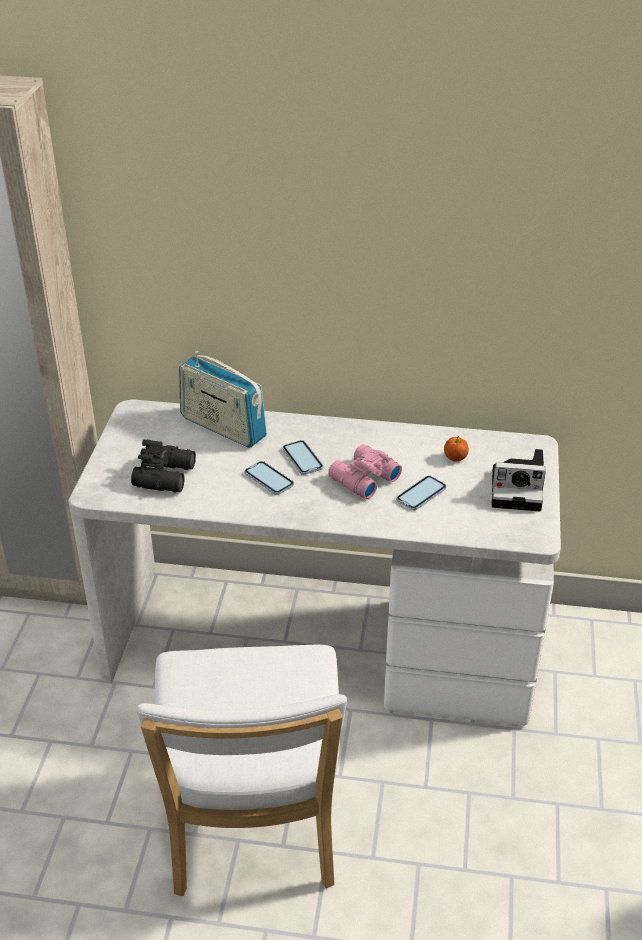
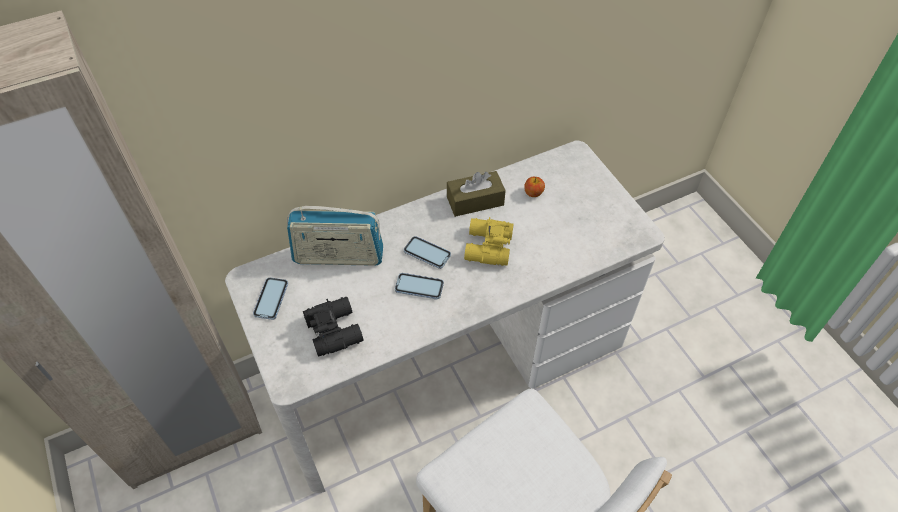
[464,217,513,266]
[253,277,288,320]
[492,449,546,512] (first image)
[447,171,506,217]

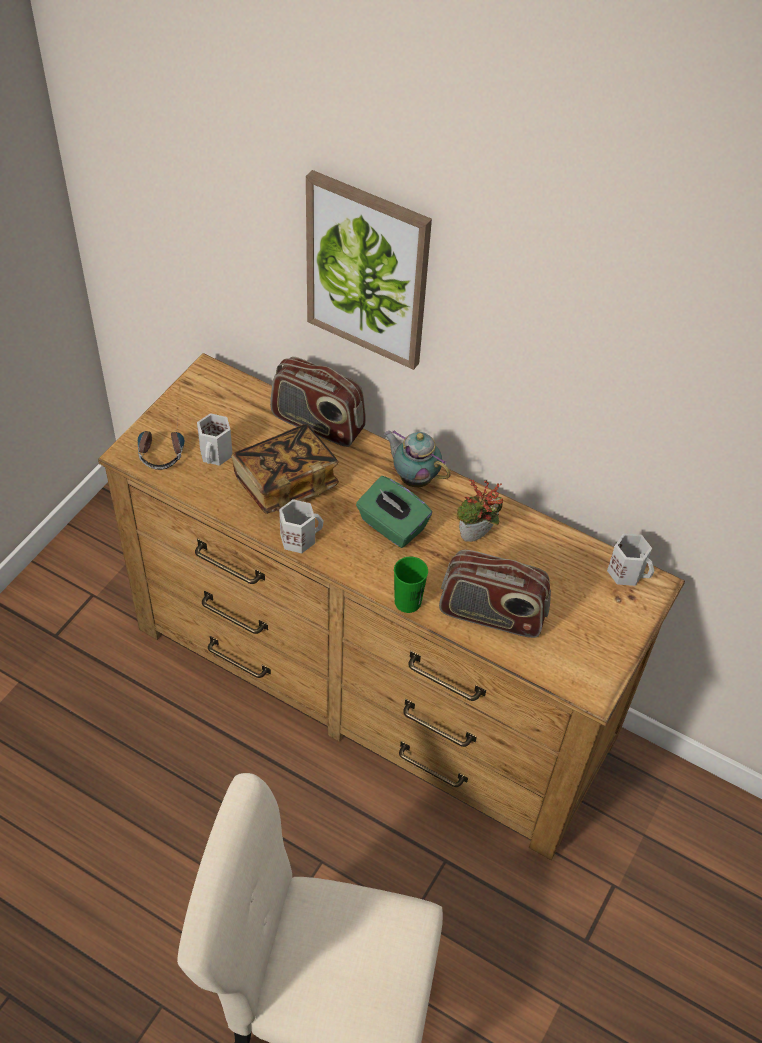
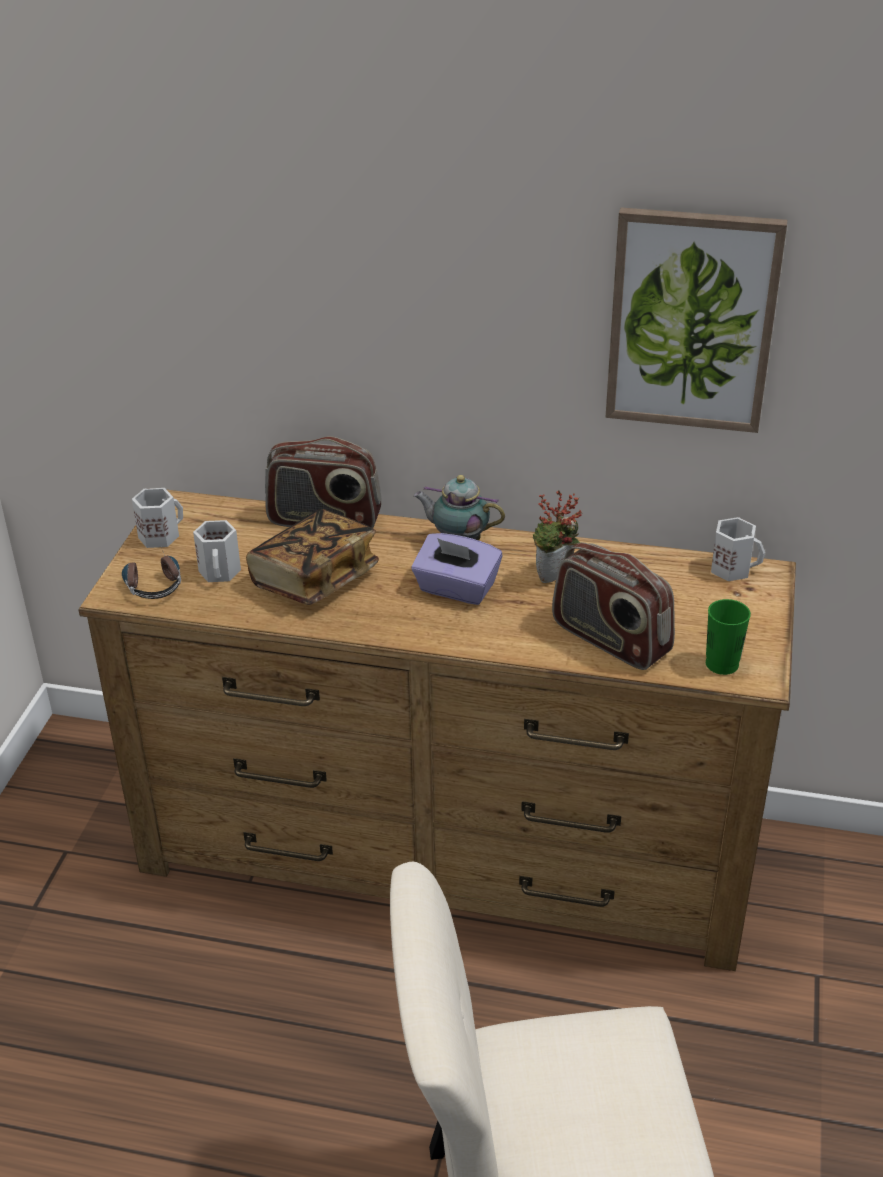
[132,488,183,548]
[606,207,787,433]
[411,533,503,605]
[706,599,751,675]
[552,542,675,670]

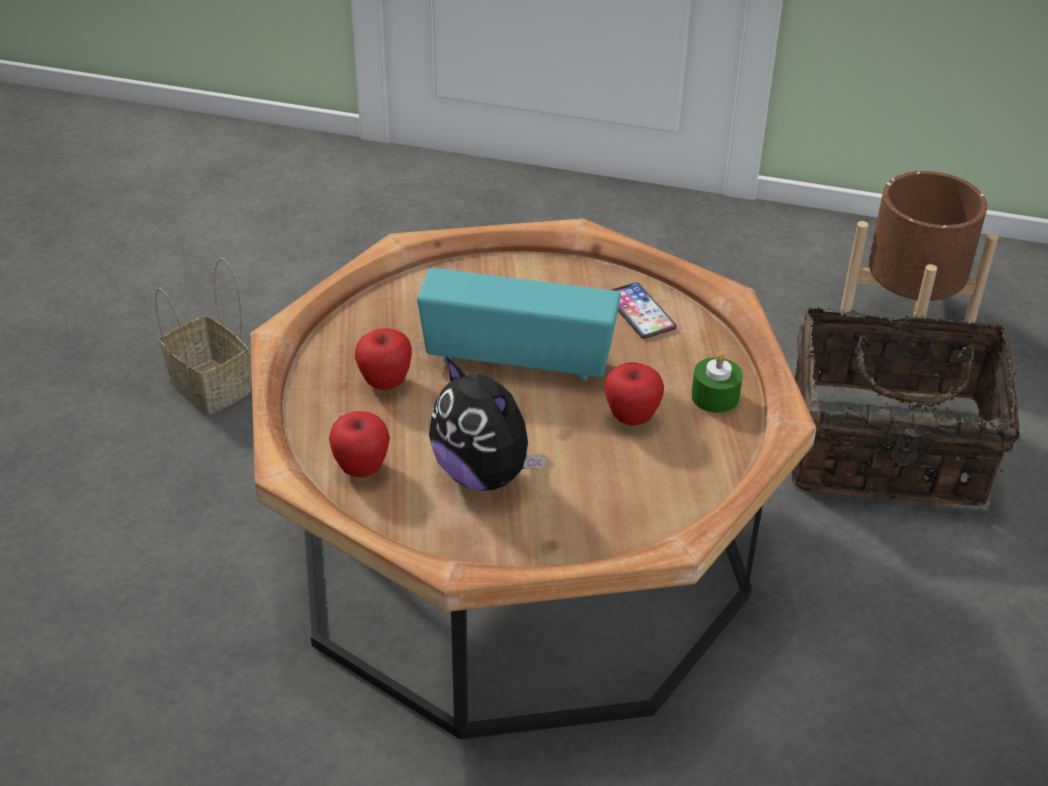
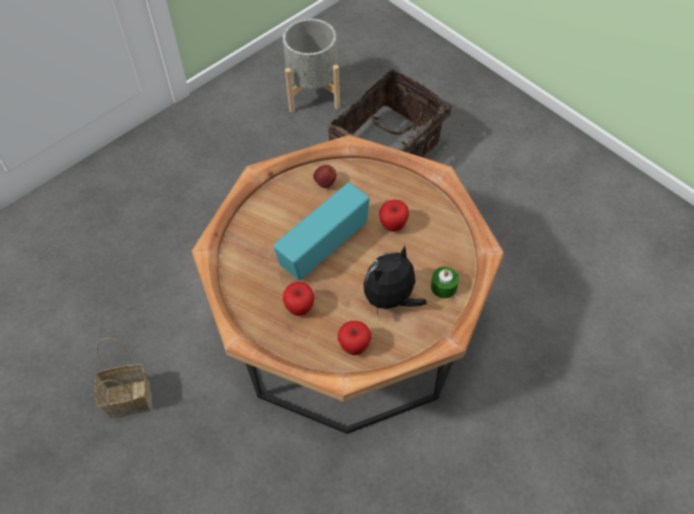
[363,245,427,317]
[313,165,336,188]
[431,267,459,298]
[283,19,340,112]

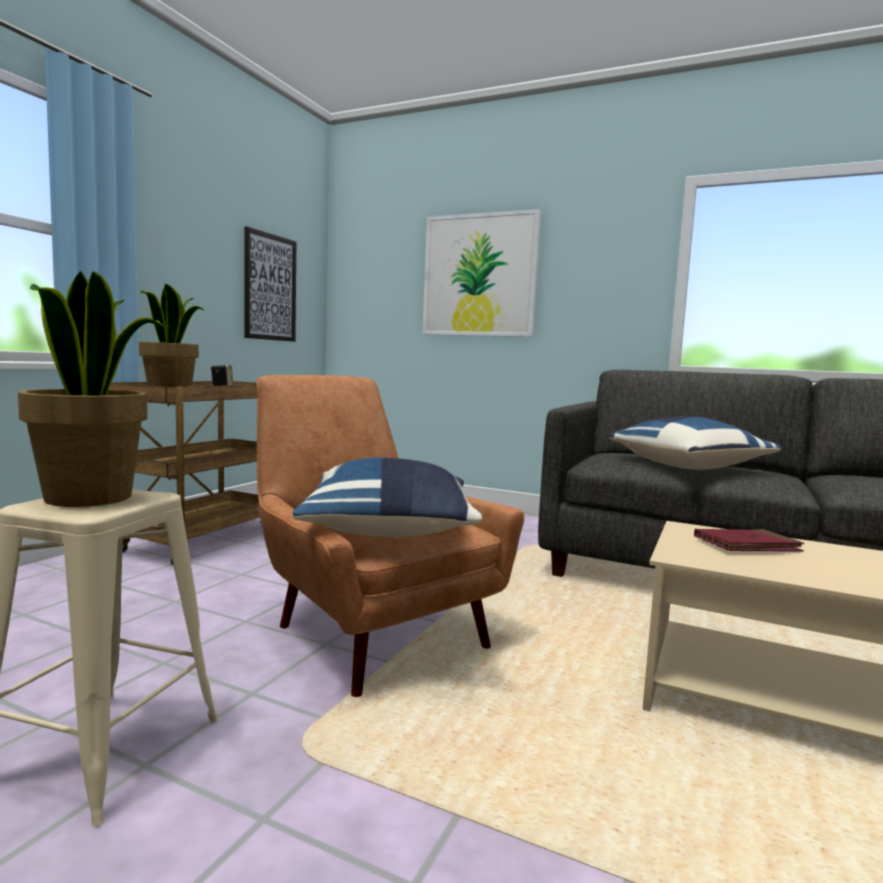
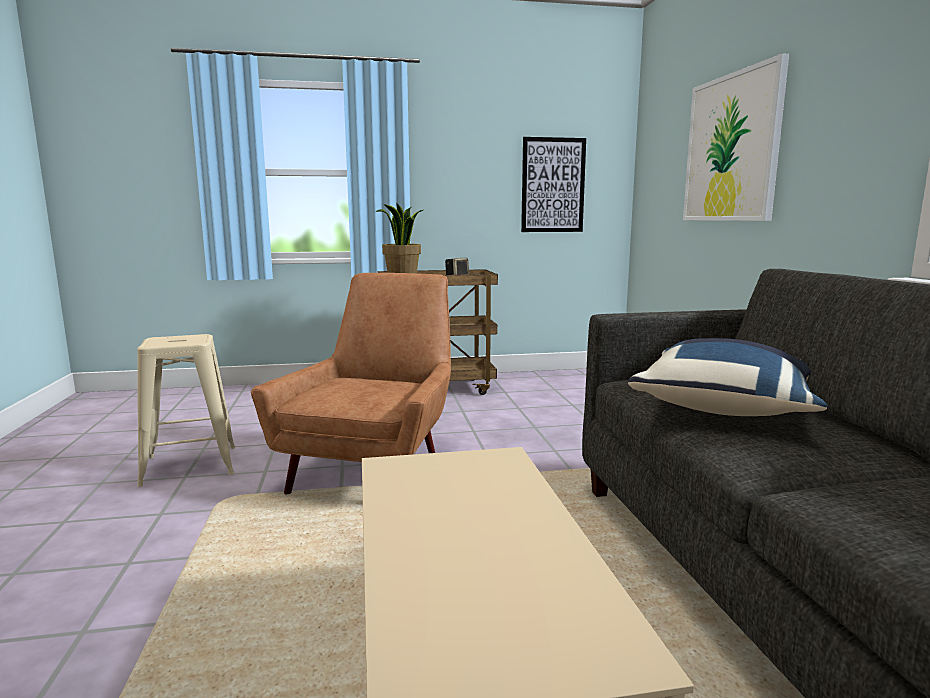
[18,271,164,507] (first image)
[292,458,482,537] (first image)
[694,529,804,552] (first image)

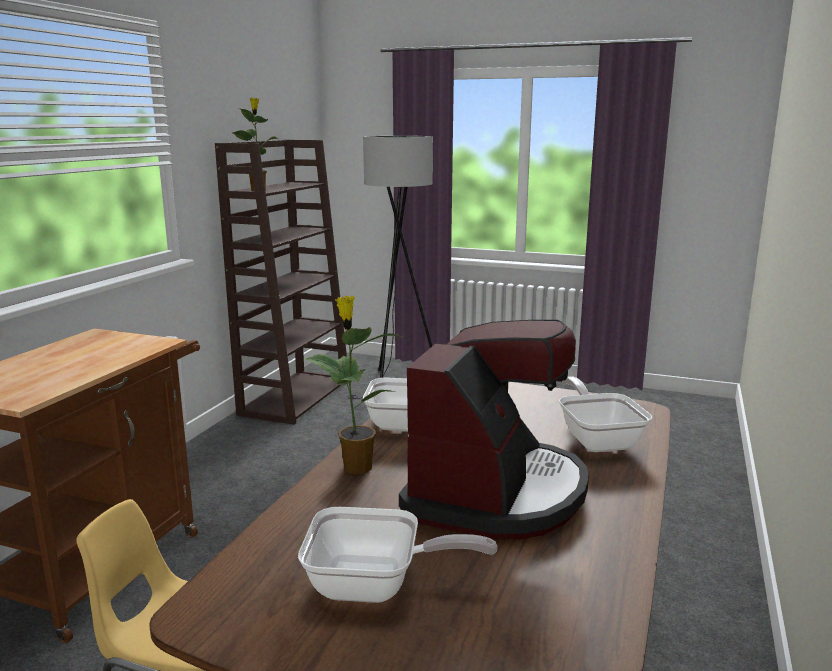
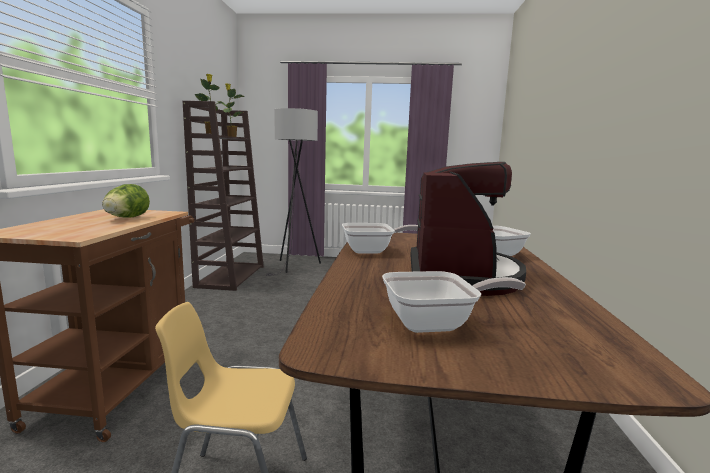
[218,83,244,137]
[102,184,150,218]

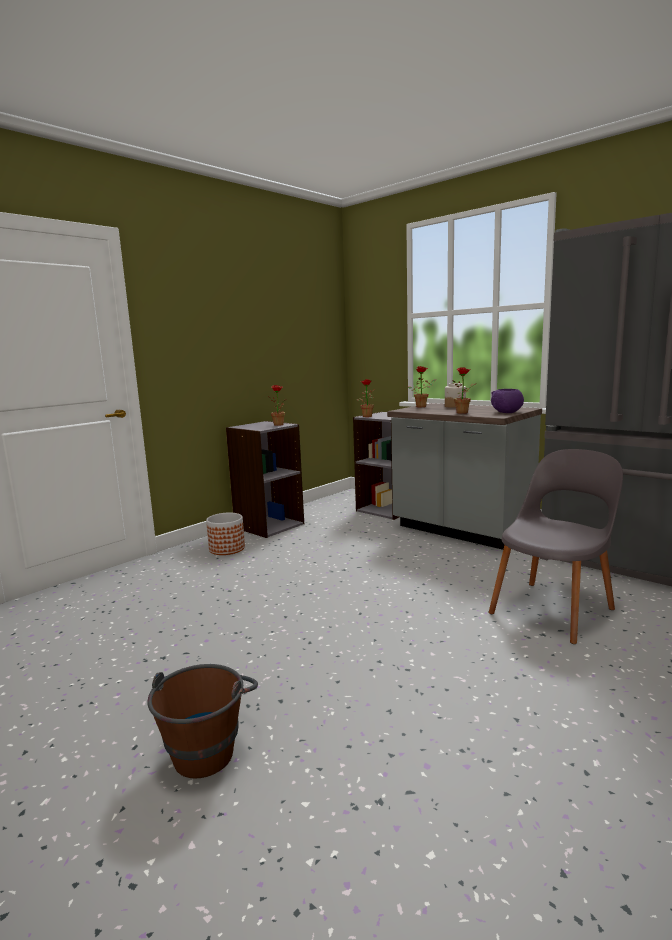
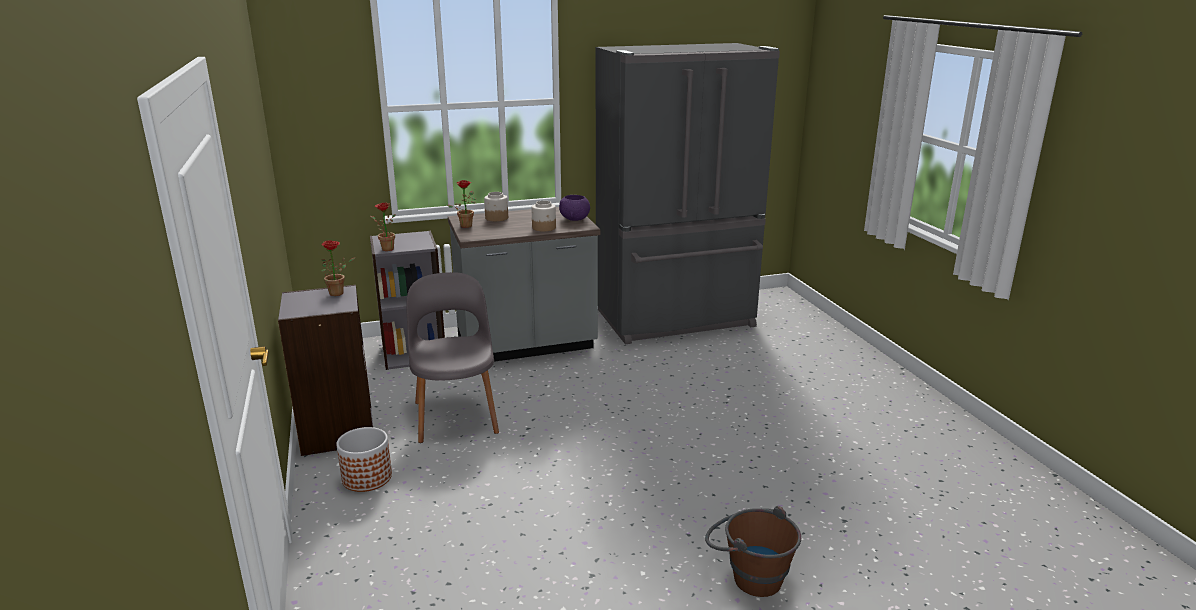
[531,201,556,231]
[406,272,499,443]

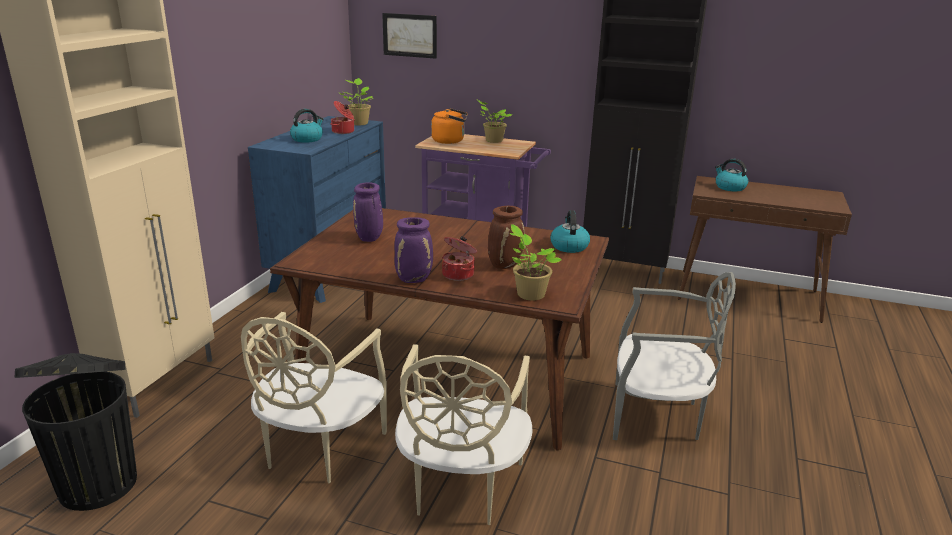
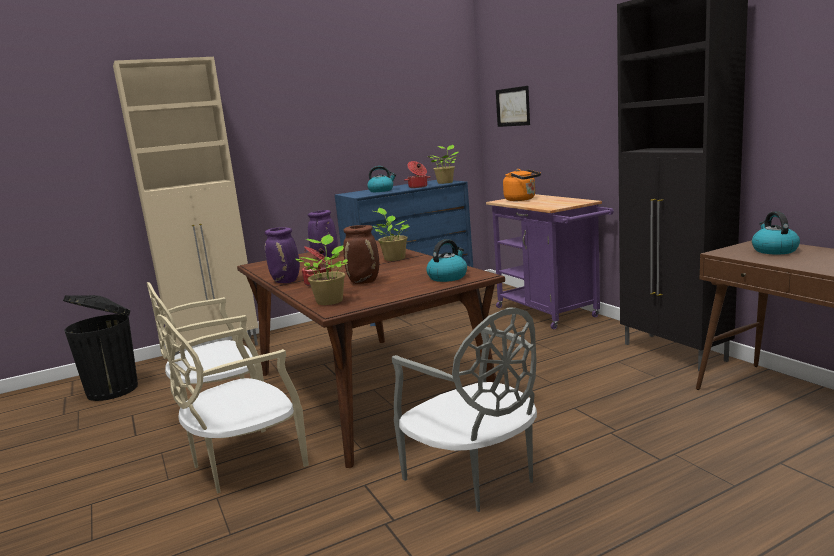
[372,208,410,261]

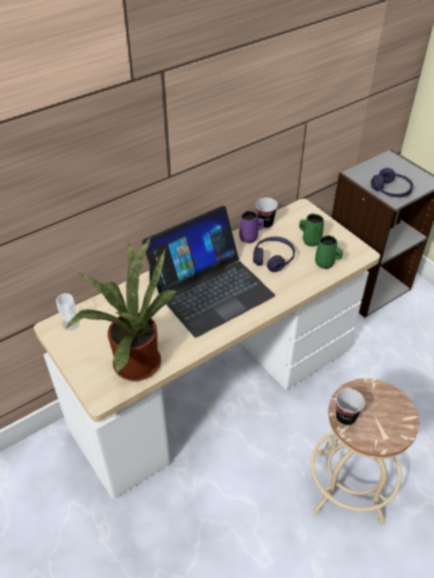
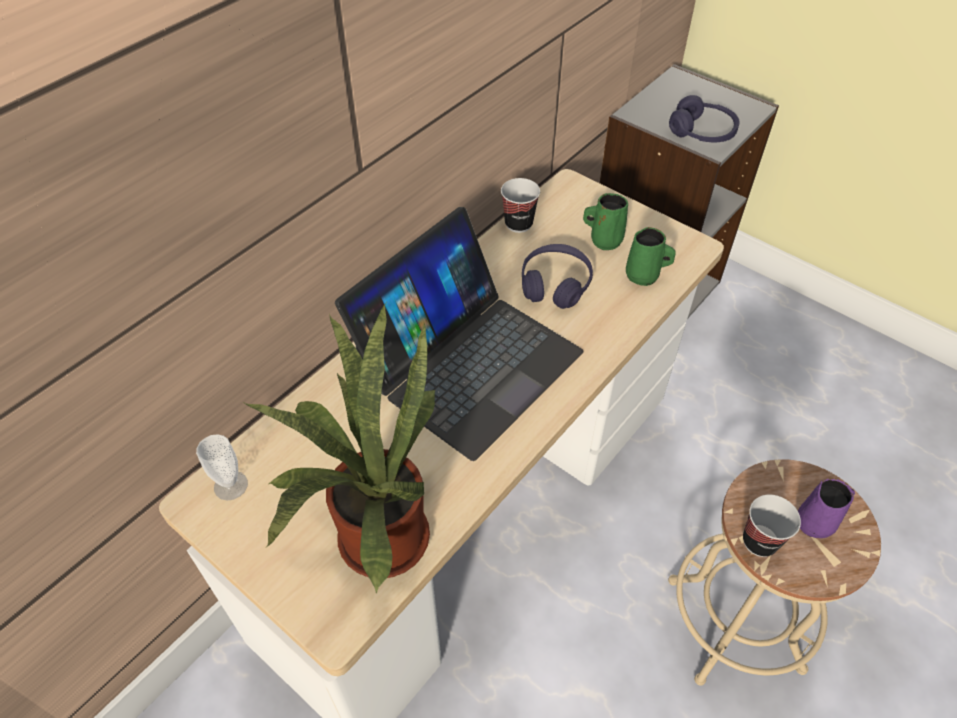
[798,478,855,538]

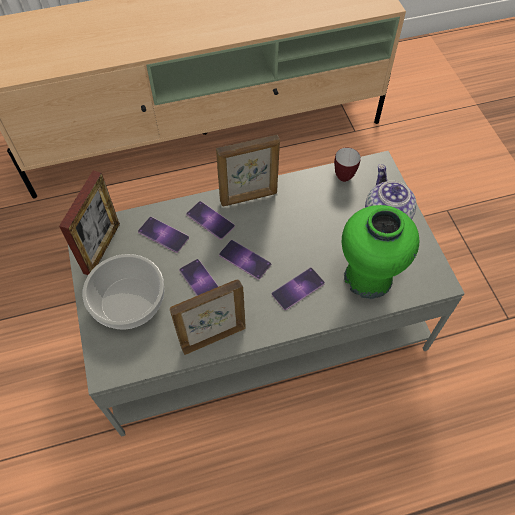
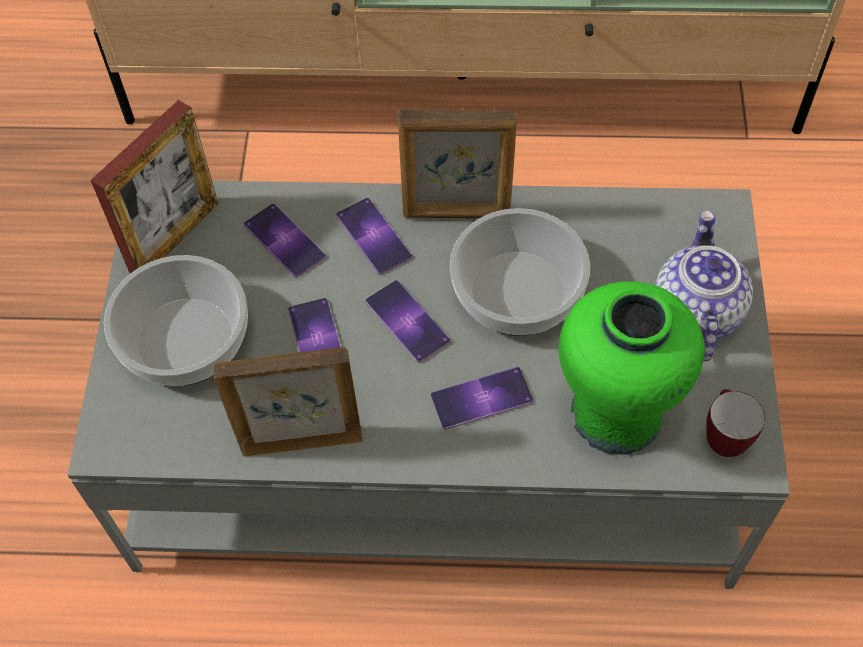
[706,389,765,457]
[450,208,590,336]

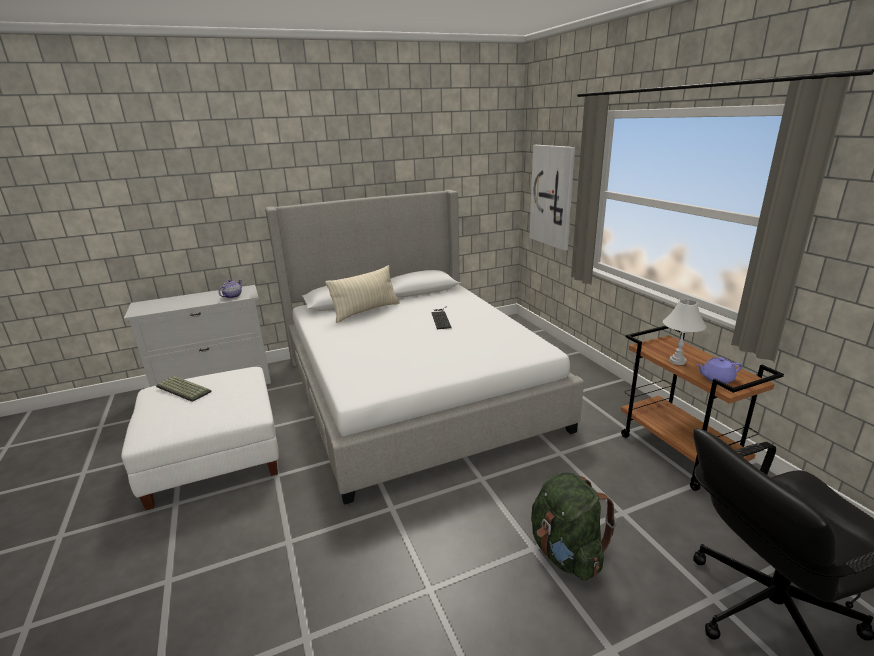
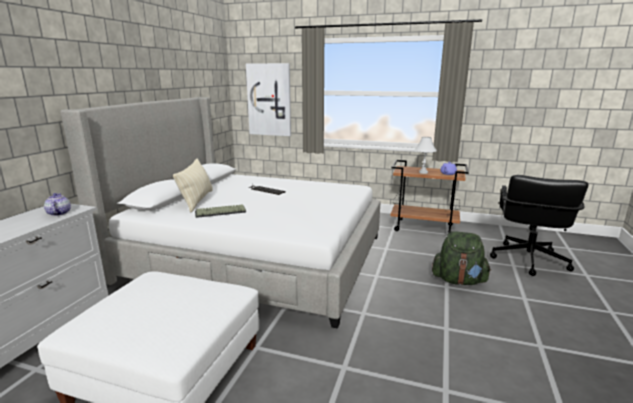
[195,204,246,218]

